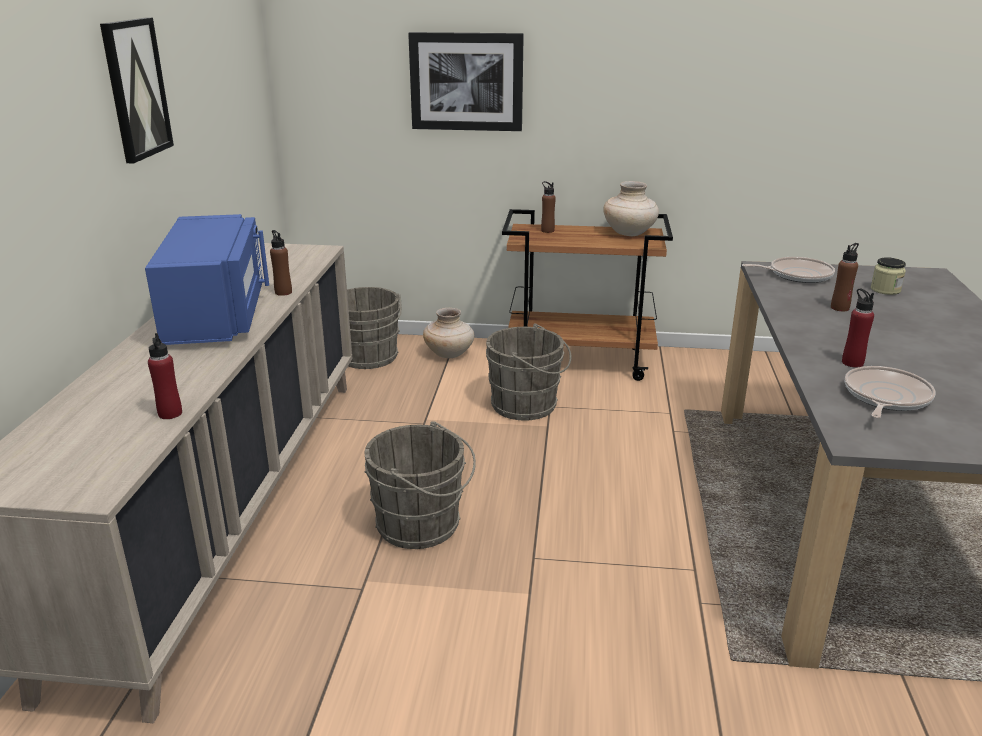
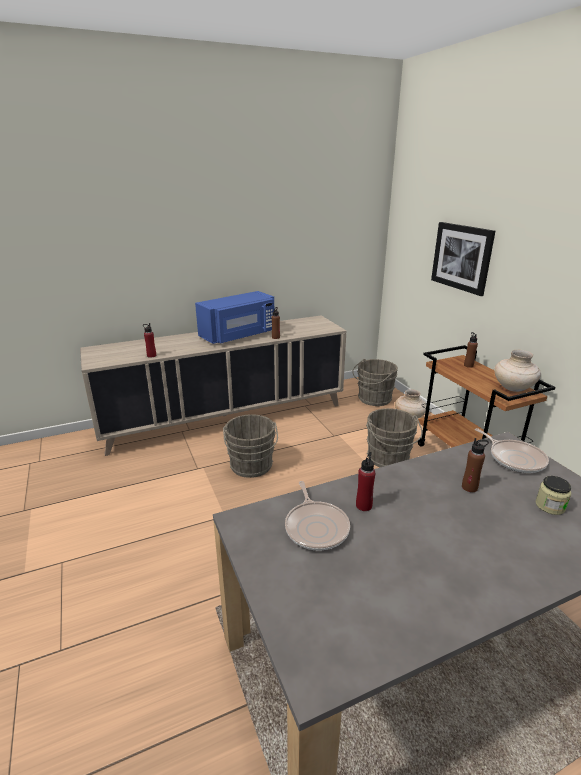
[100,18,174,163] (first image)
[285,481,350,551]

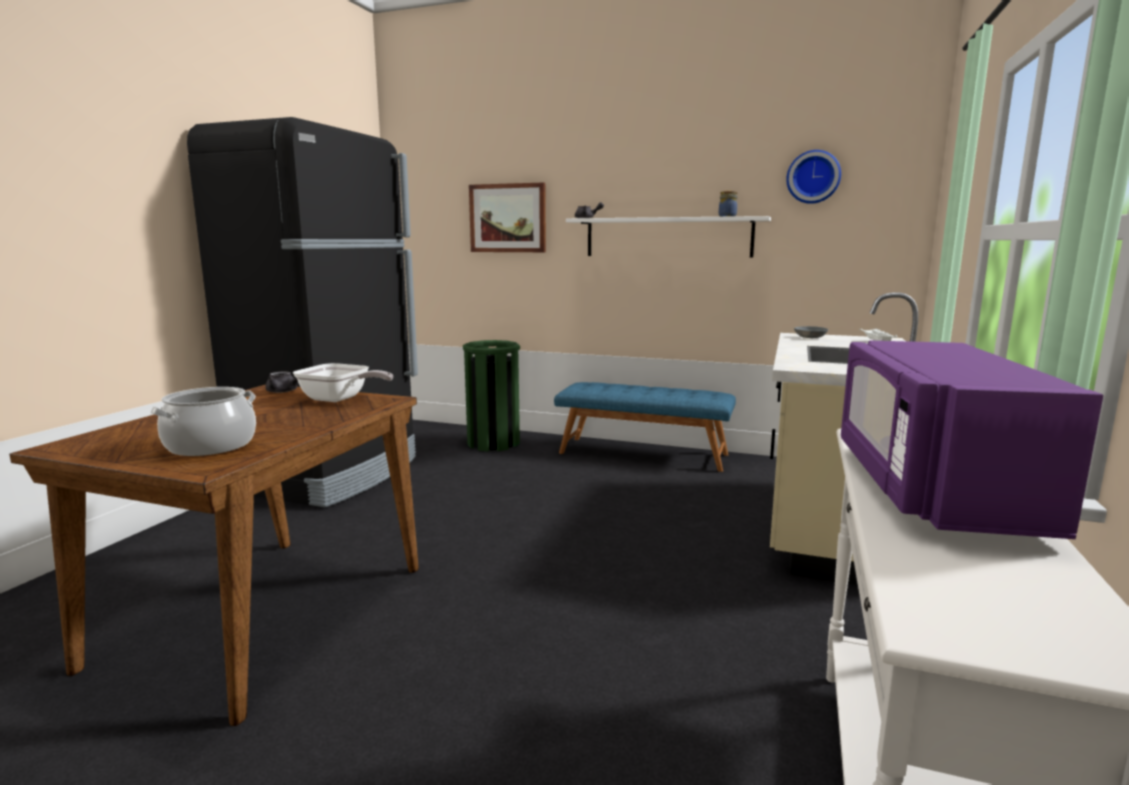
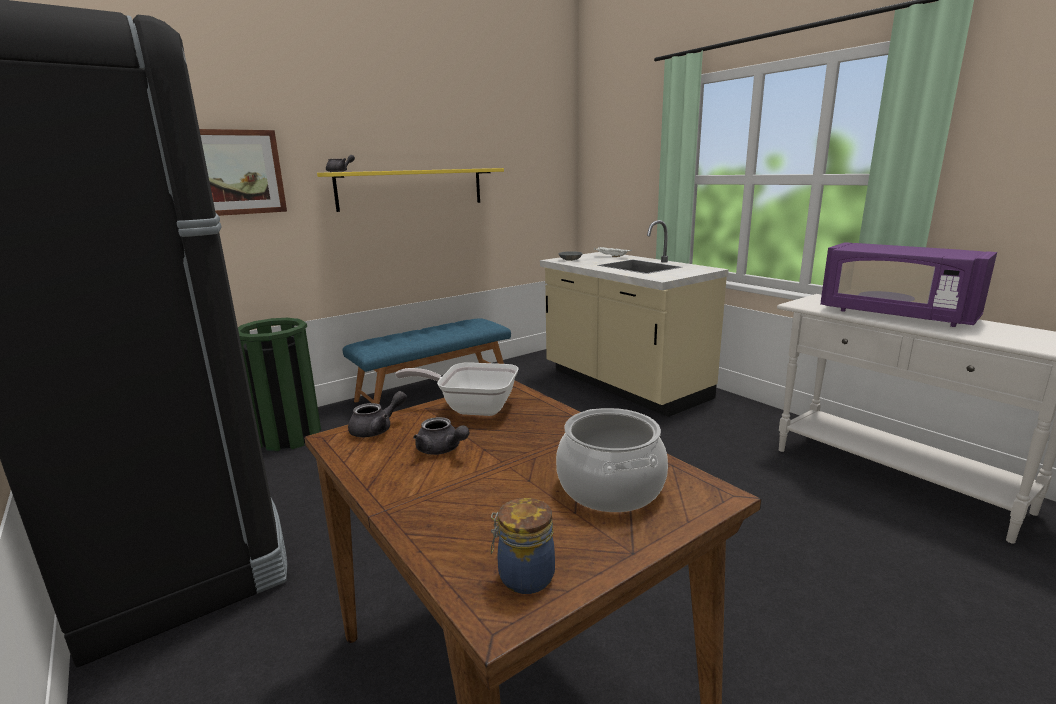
[395,362,518,416]
[317,168,504,212]
[491,498,555,594]
[786,150,841,204] (first image)
[413,417,470,455]

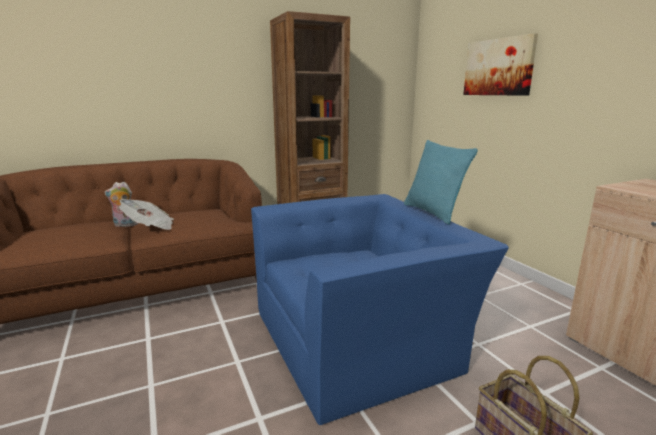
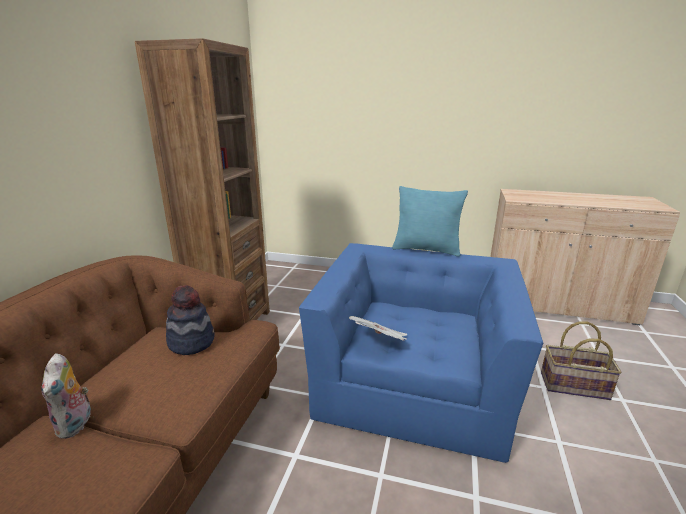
[41,353,91,439]
[349,316,408,341]
[463,33,538,96] (first image)
[166,285,215,355]

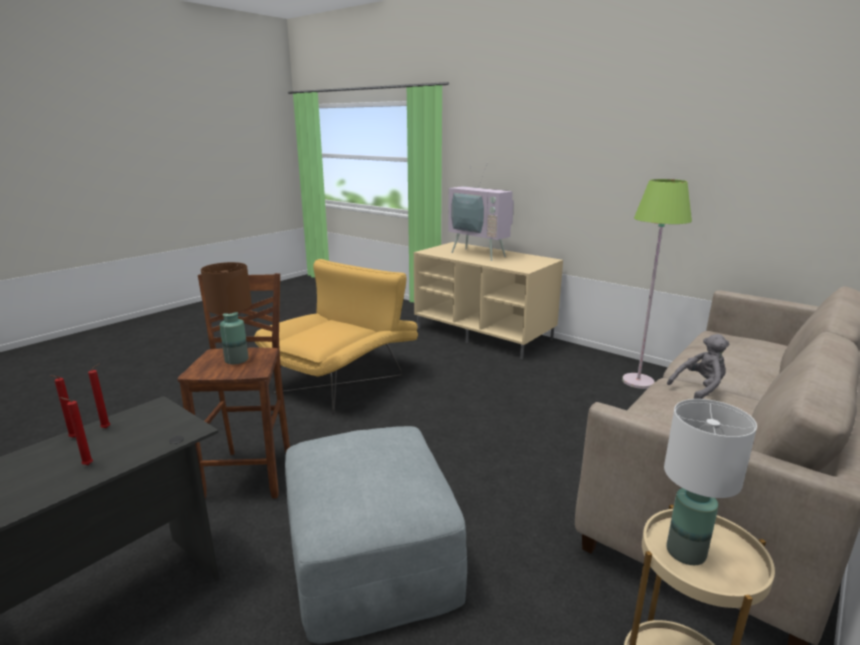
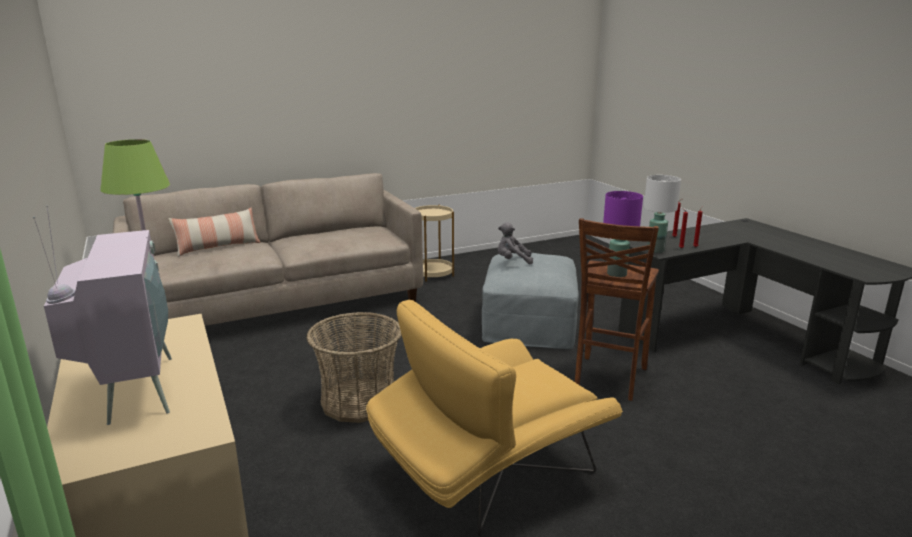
[603,191,643,277]
[644,175,681,253]
[498,222,533,264]
[168,208,261,257]
[306,312,402,423]

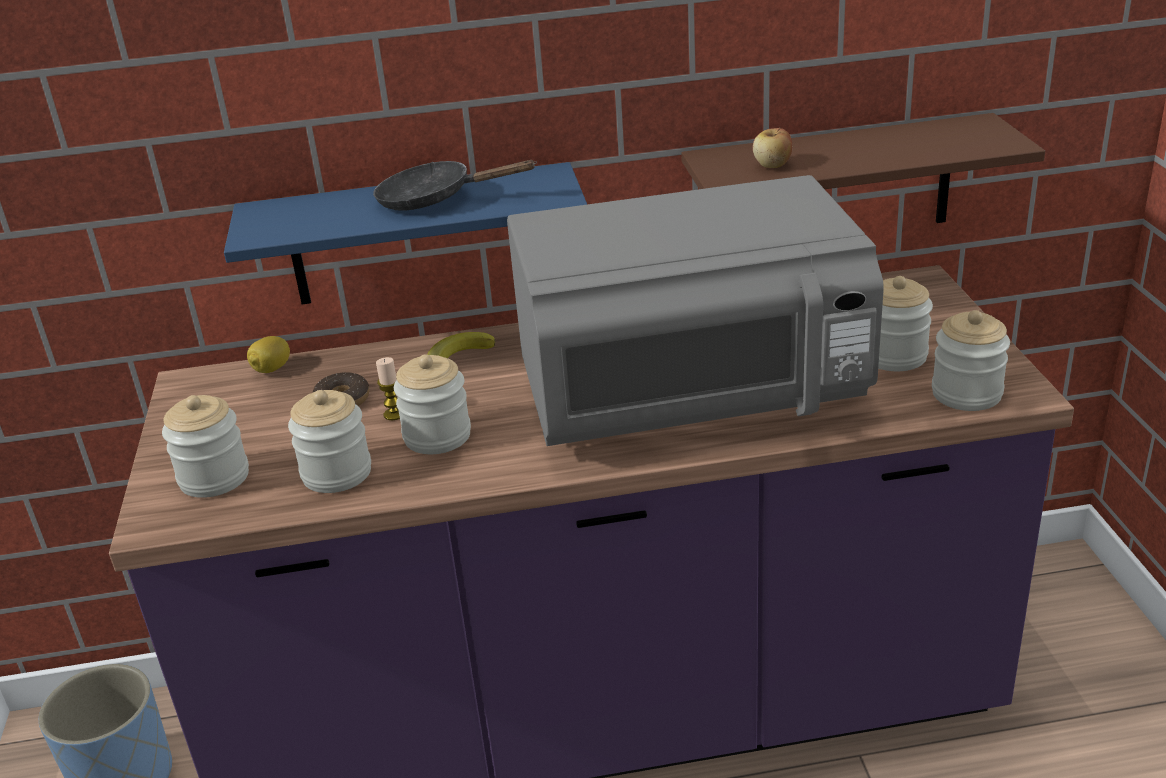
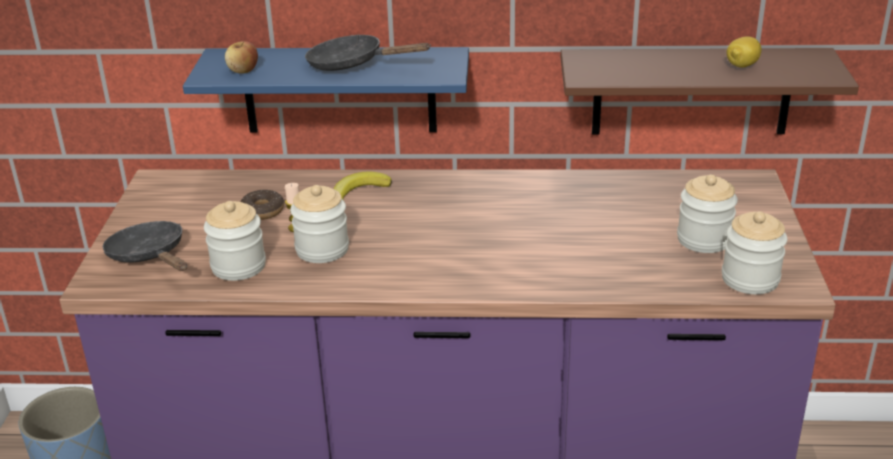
[103,221,187,271]
[726,36,762,67]
[507,175,884,446] (first image)
[225,41,258,74]

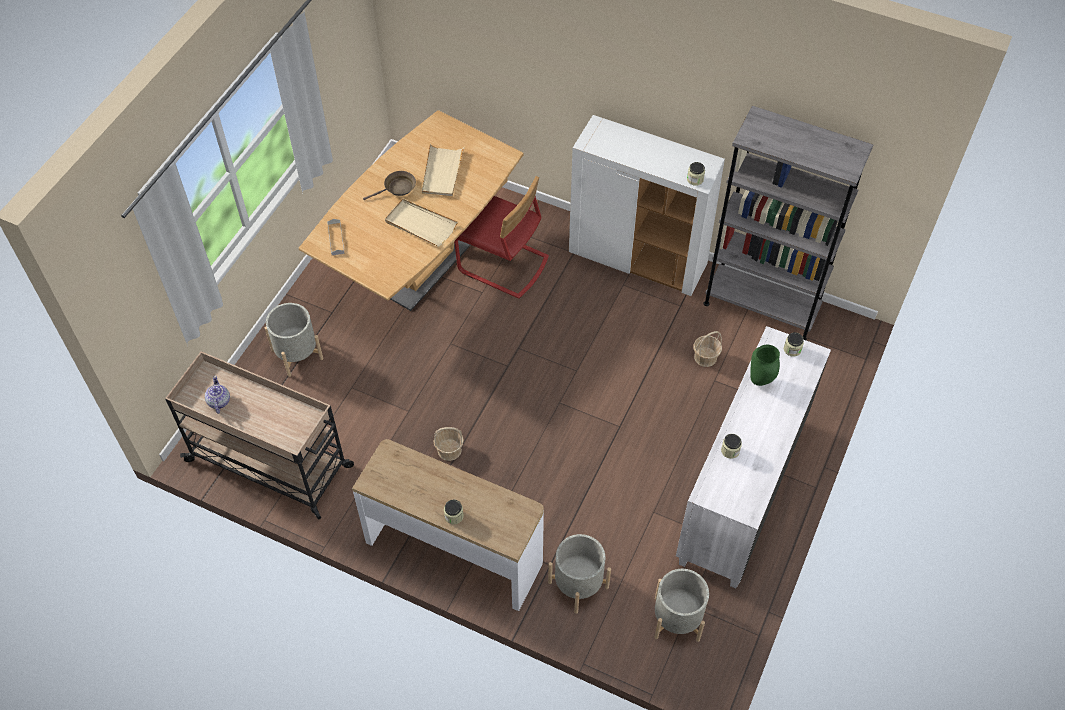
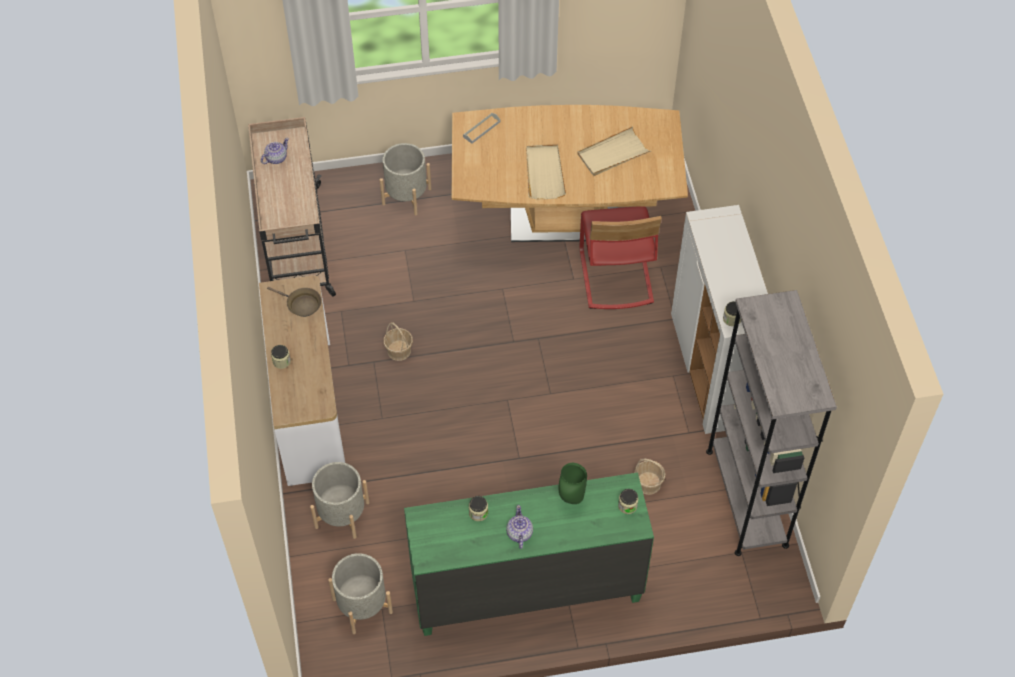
[267,287,322,317]
[404,473,654,636]
[506,505,533,549]

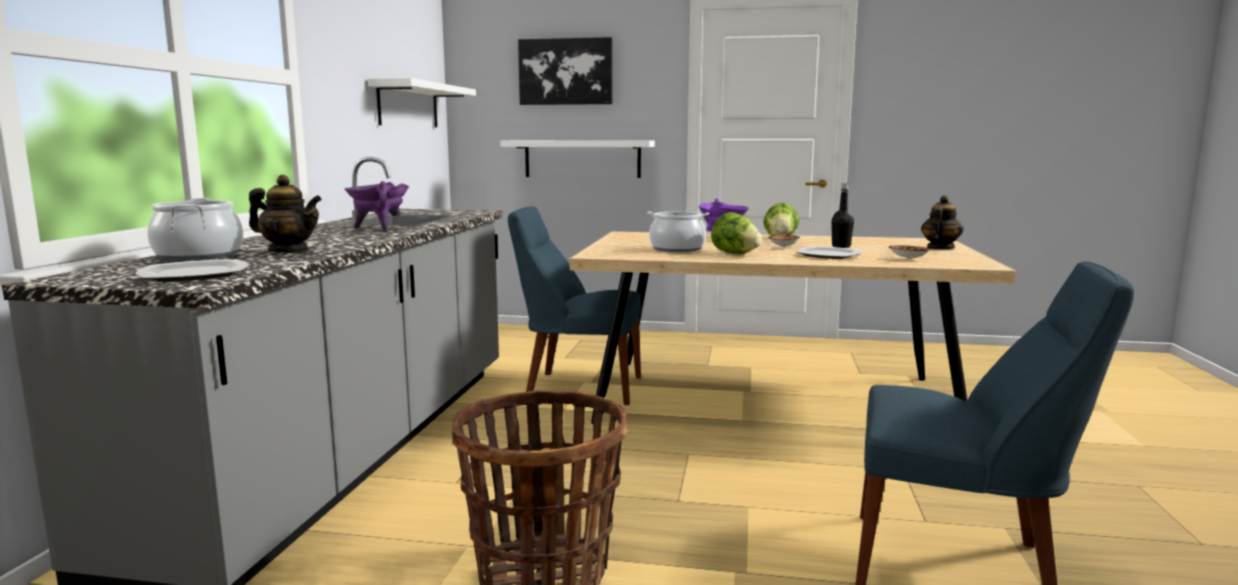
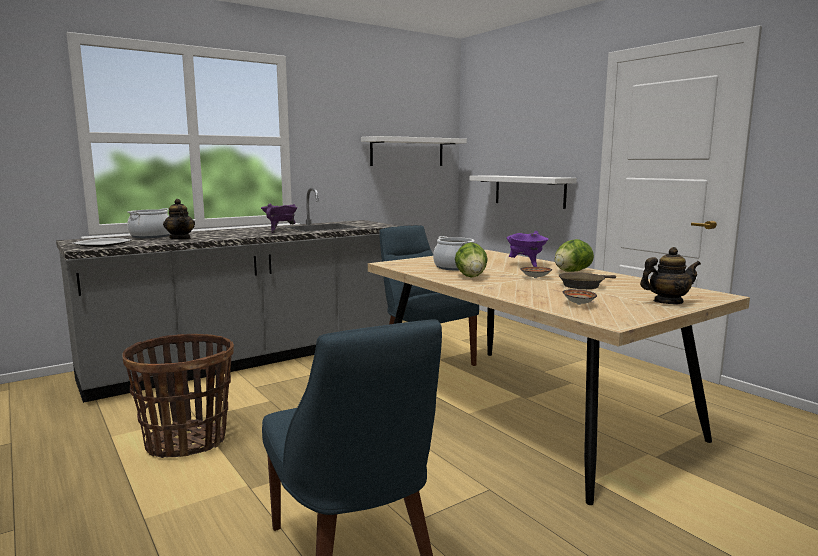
[518,37,612,105] (first image)
[796,246,861,259] (first image)
[559,272,616,289]

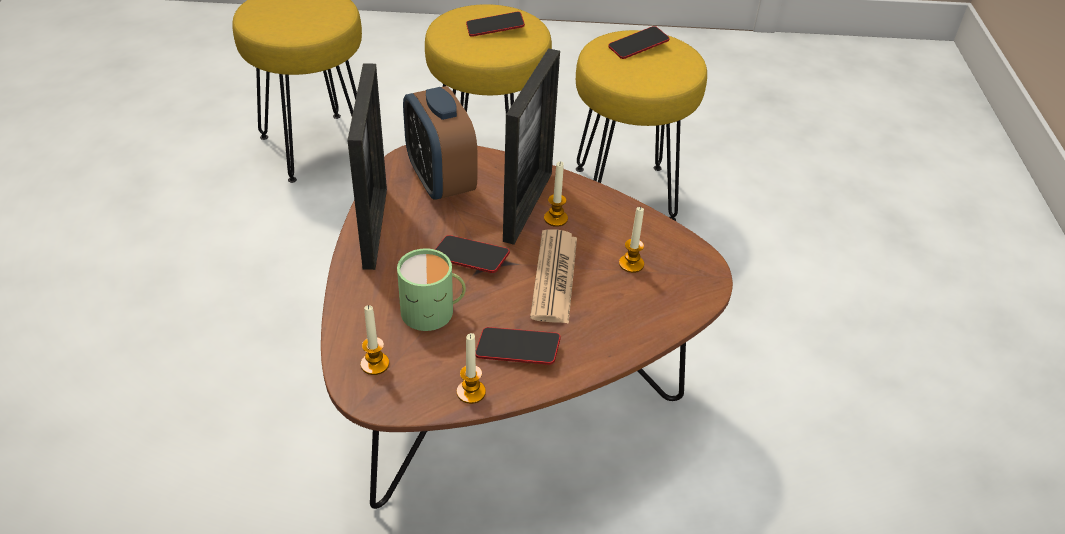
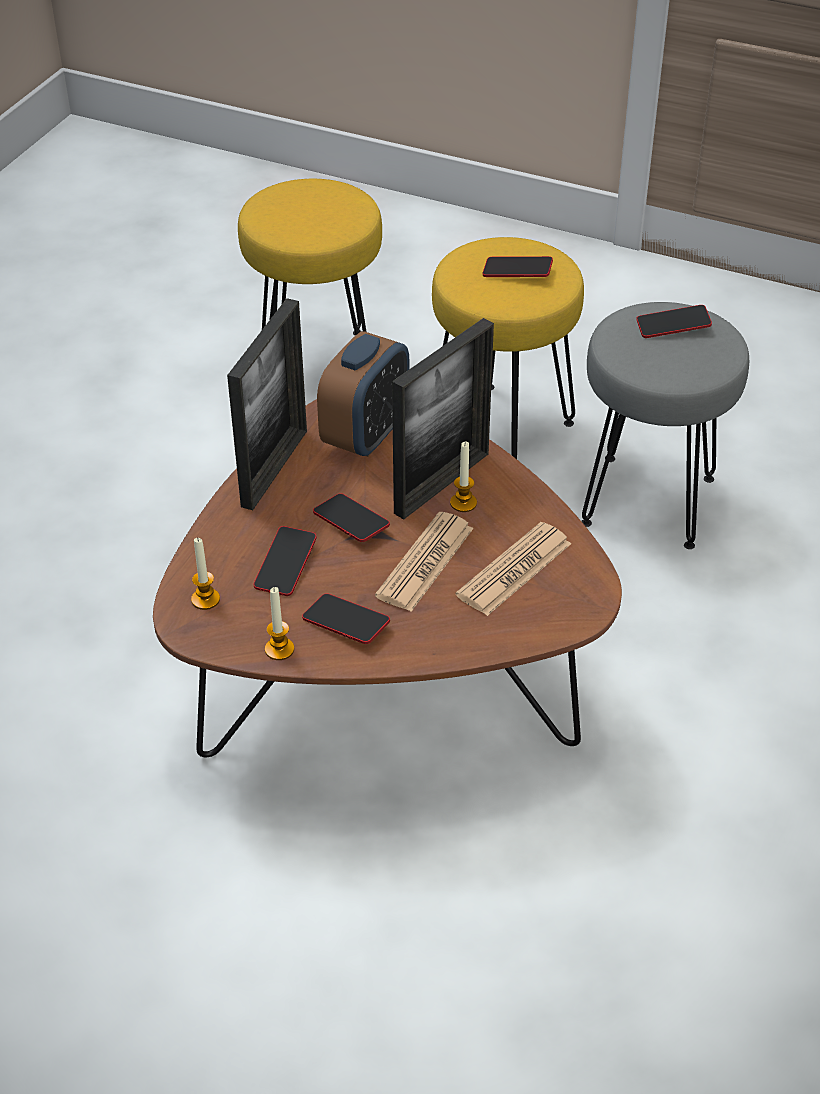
[254,526,317,596]
[317,331,409,457]
[581,302,749,549]
[456,522,571,616]

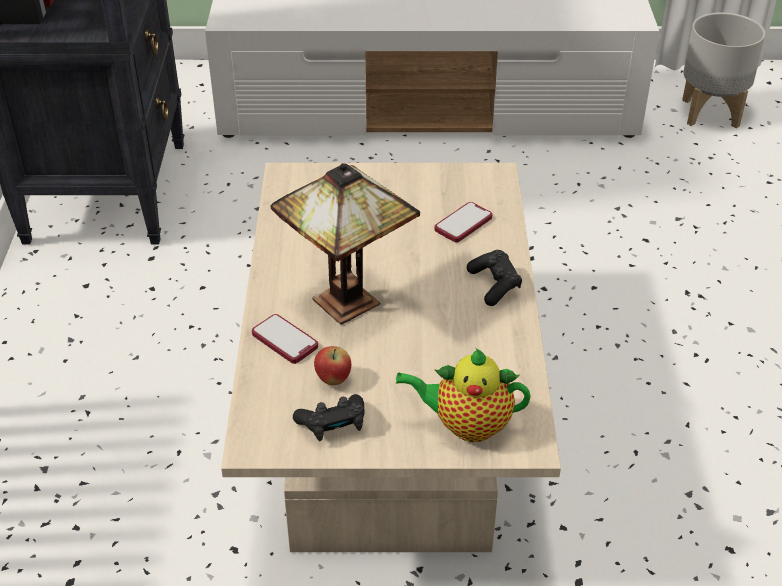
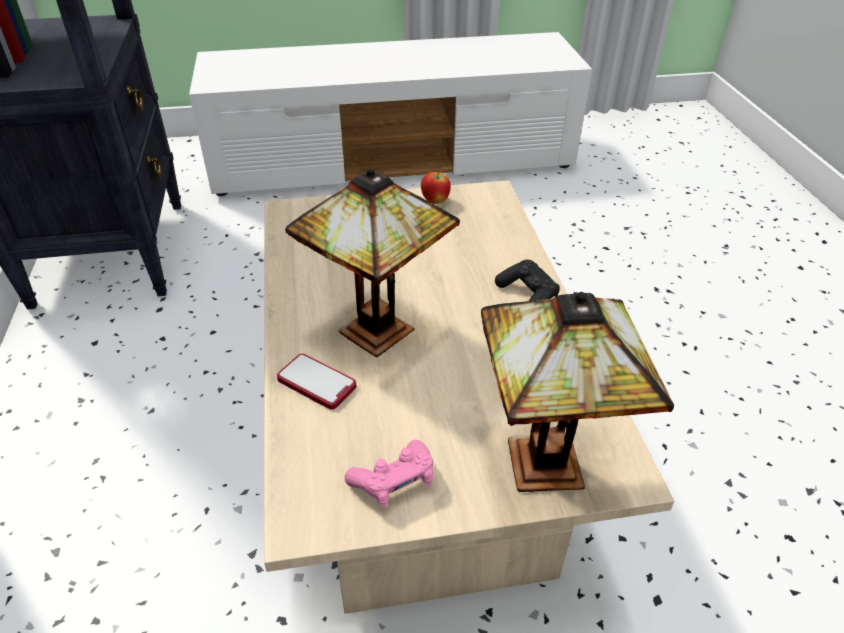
[345,440,434,508]
[421,170,451,204]
[481,292,674,492]
[435,202,492,243] (first image)
[682,12,765,128] (first image)

